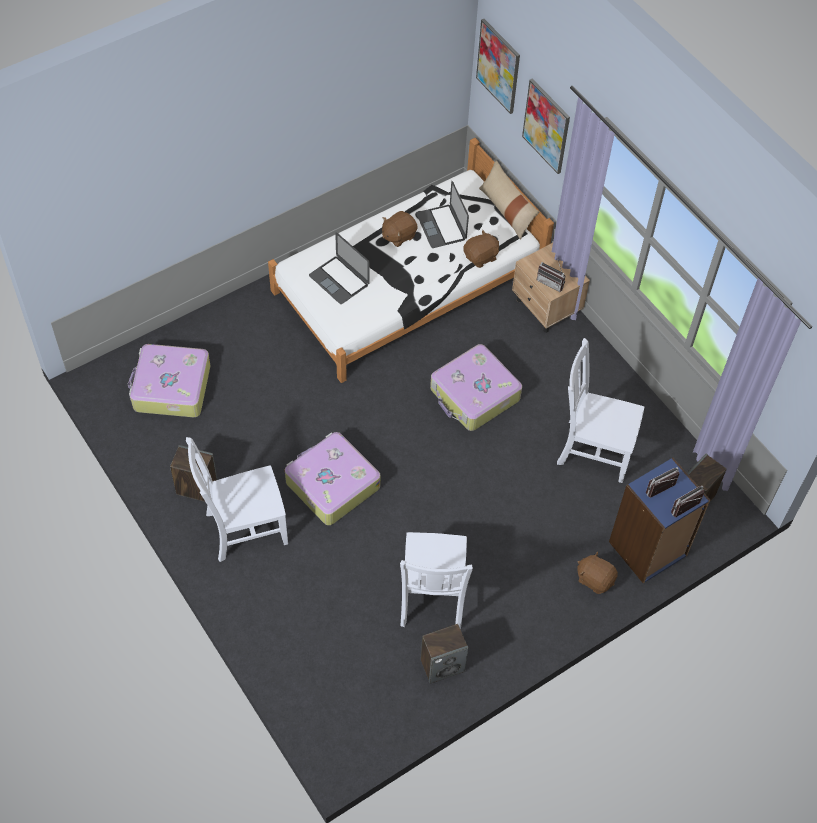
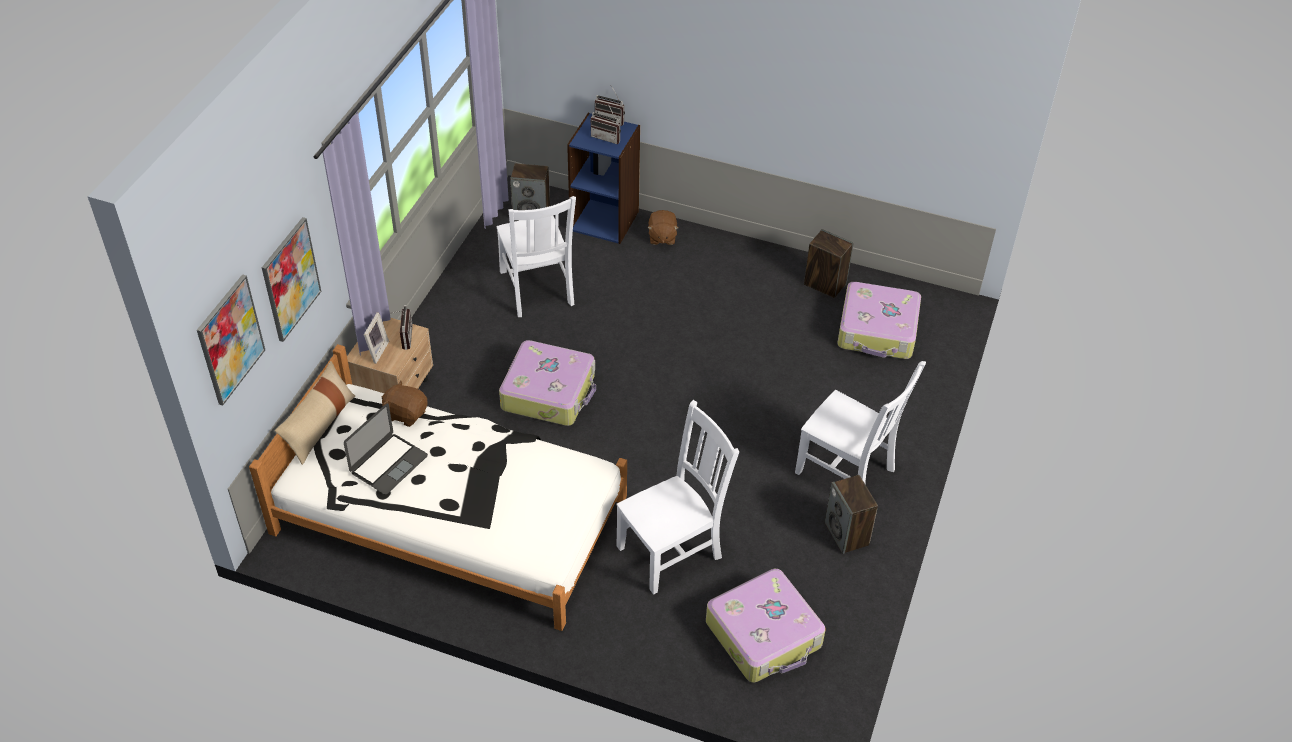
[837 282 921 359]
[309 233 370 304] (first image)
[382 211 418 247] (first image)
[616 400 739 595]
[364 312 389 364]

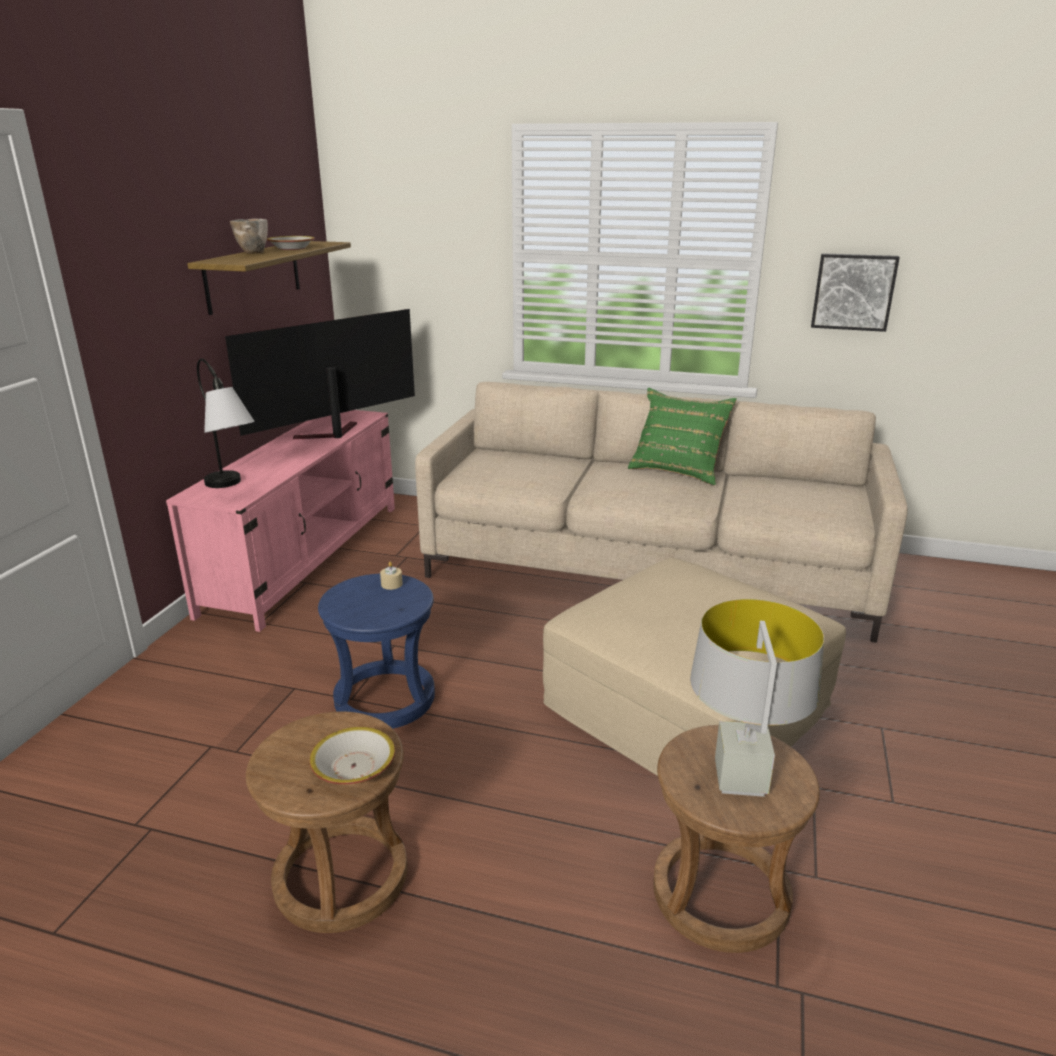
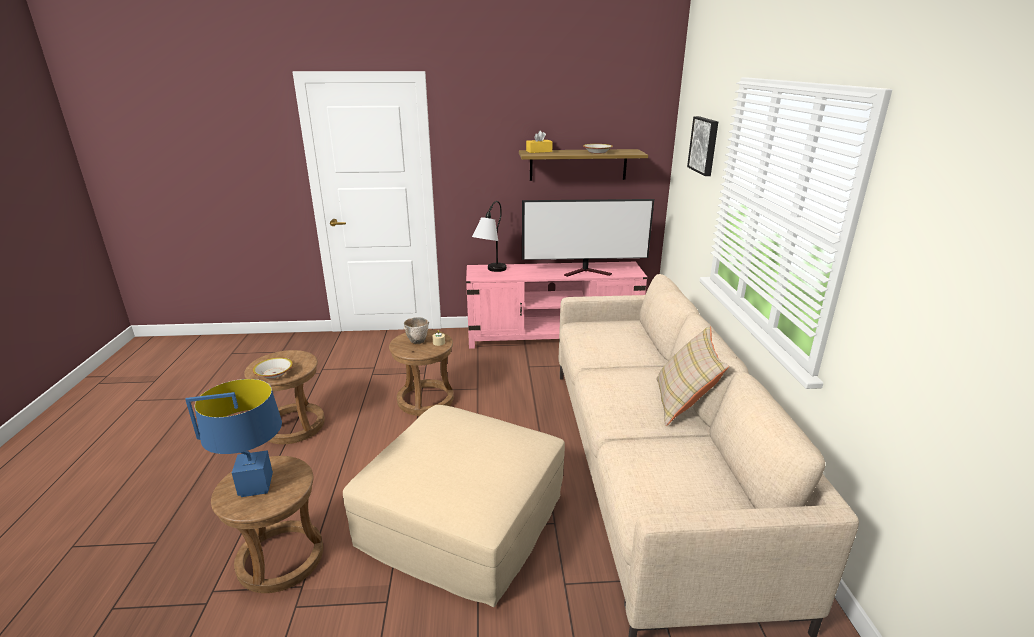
[522 199 654 277]
[403 317 429 344]
[389 330 454 416]
[656 325 729 426]
[185 379 282 497]
[687 116 718 176]
[526 131 553 153]

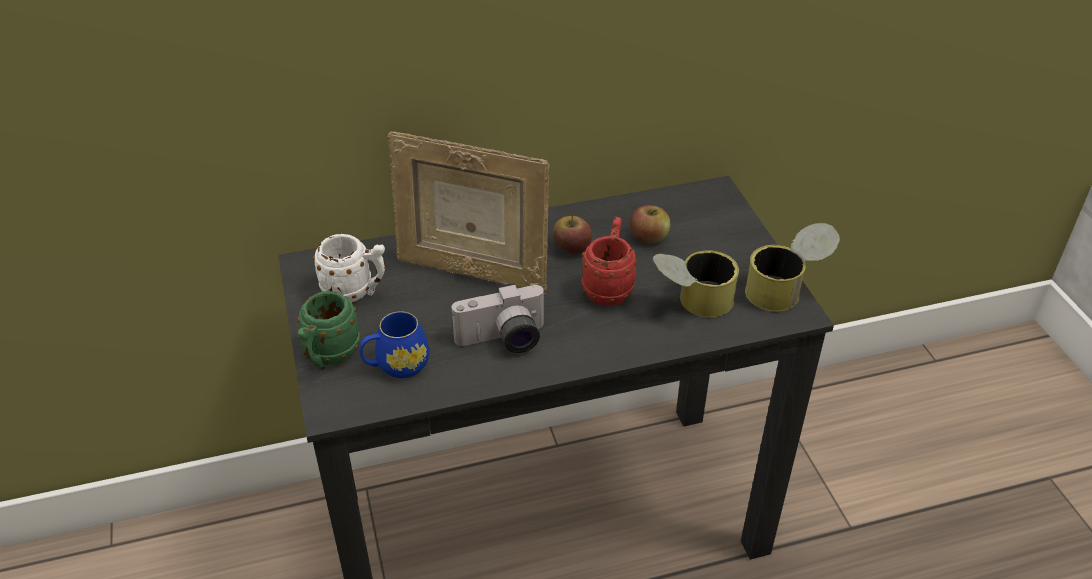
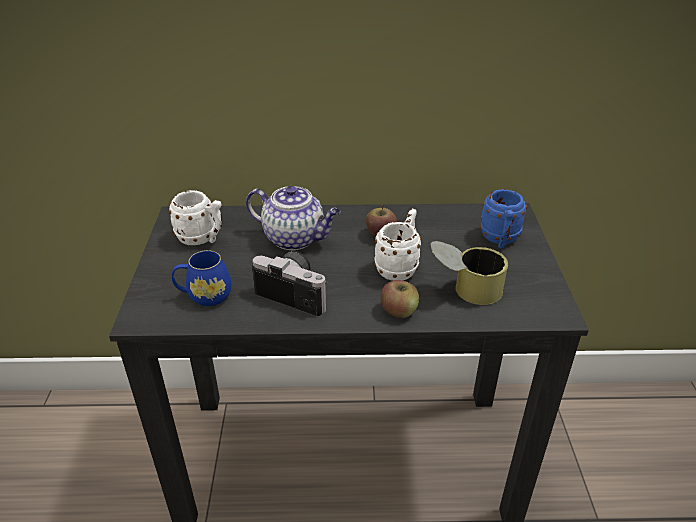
[297 291 360 370] (first image)
[246 186 341 250]
[252 251 327 316]
[374 208 422 281]
[381 280 419 318]
[745 223 840 312] (first image)
[480 189 527 248]

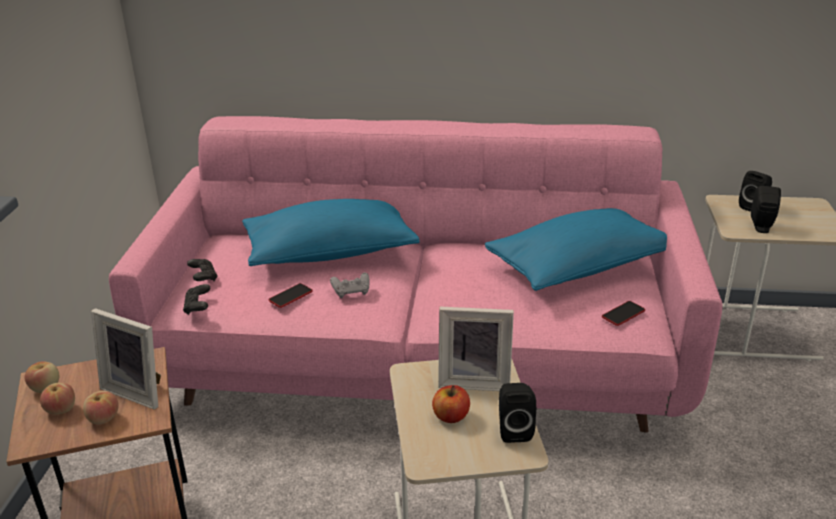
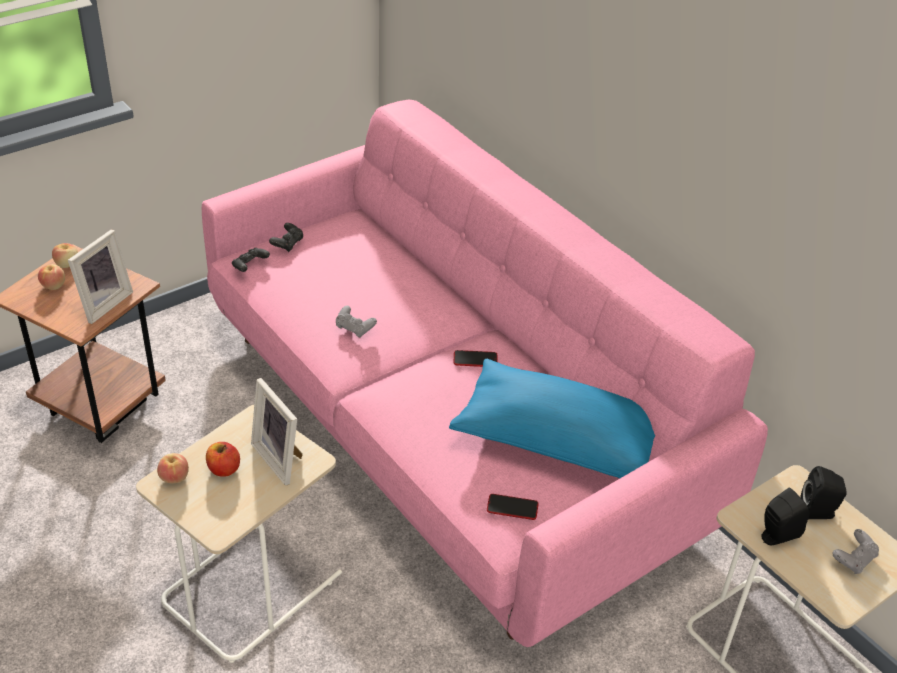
[157 453 189 483]
[68 229 133 324]
[242 199 420 266] (first image)
[454 350 498 367]
[499 383 536 443] (first image)
[833 529 879 574]

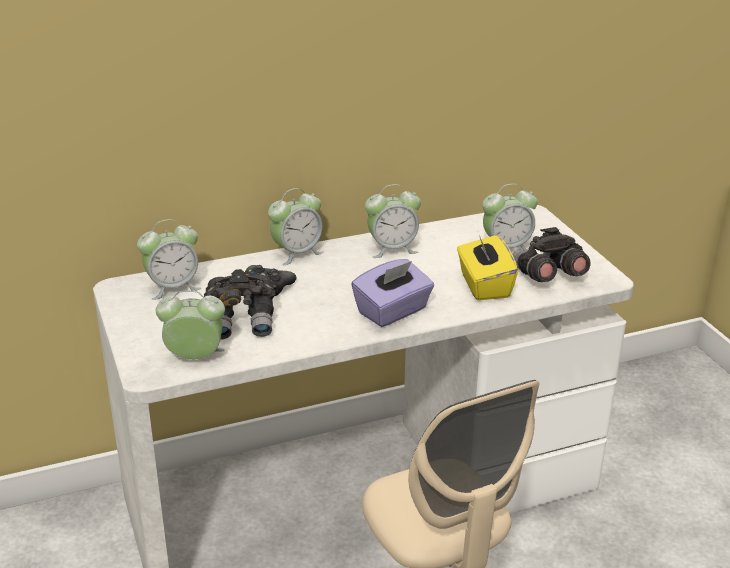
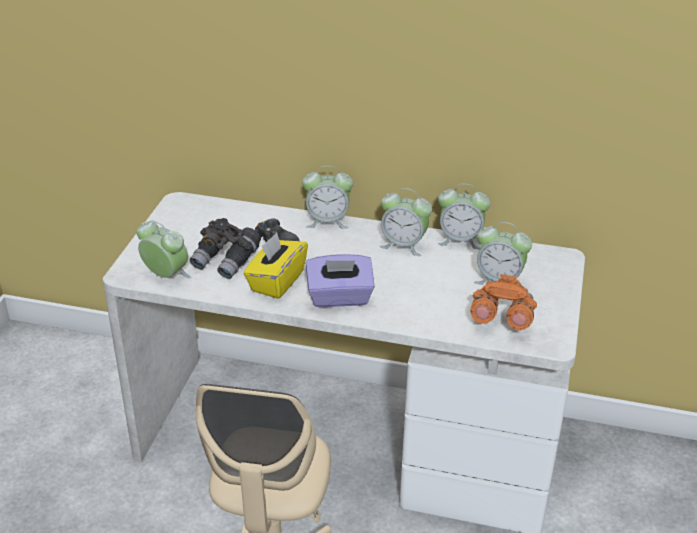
[438 184 491 249]
[244 232 308 299]
[470 274 537 330]

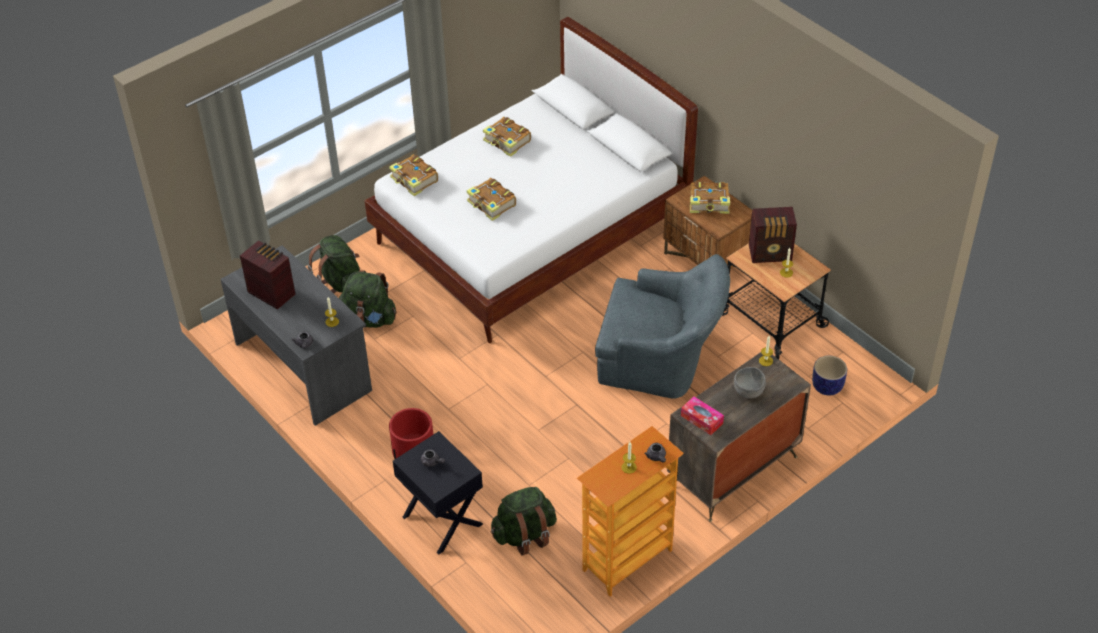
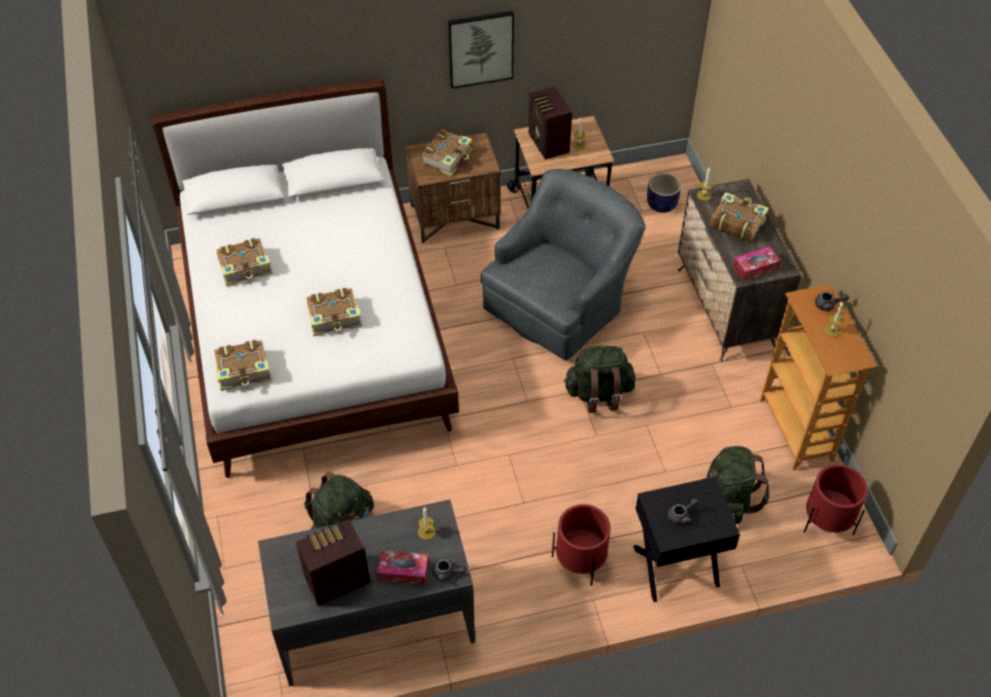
[564 346 636 413]
[710 192 769 241]
[529 86 572 160]
[377 550 429 585]
[448 11 514 89]
[804 464 868 535]

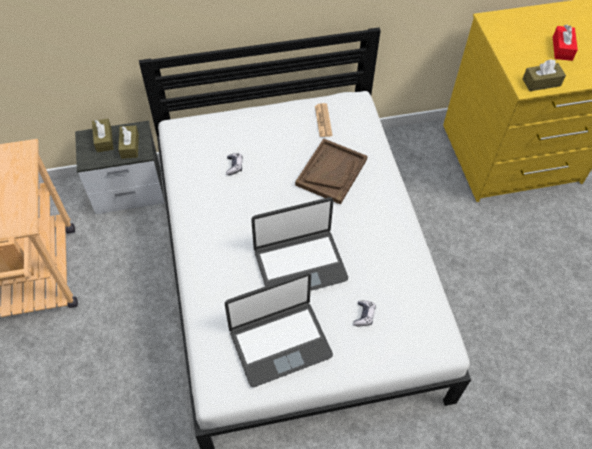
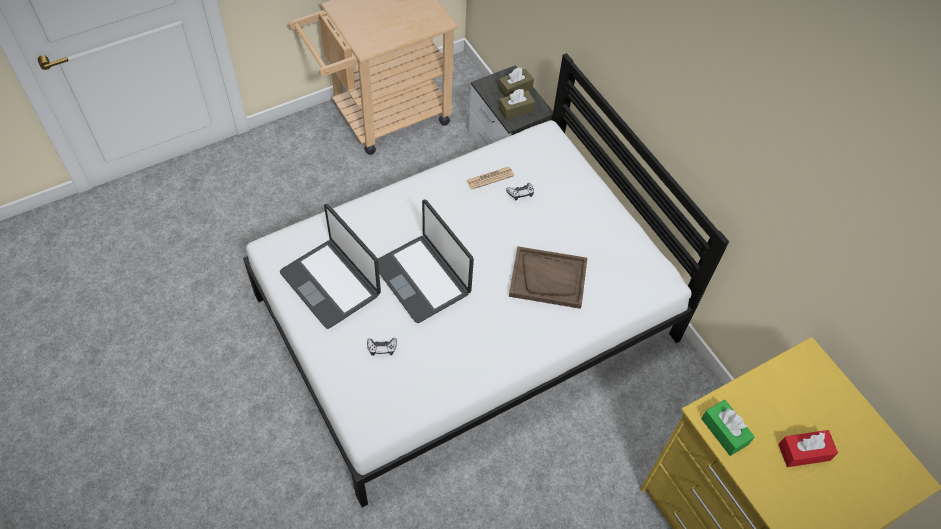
[466 167 514 190]
[701 400 755 456]

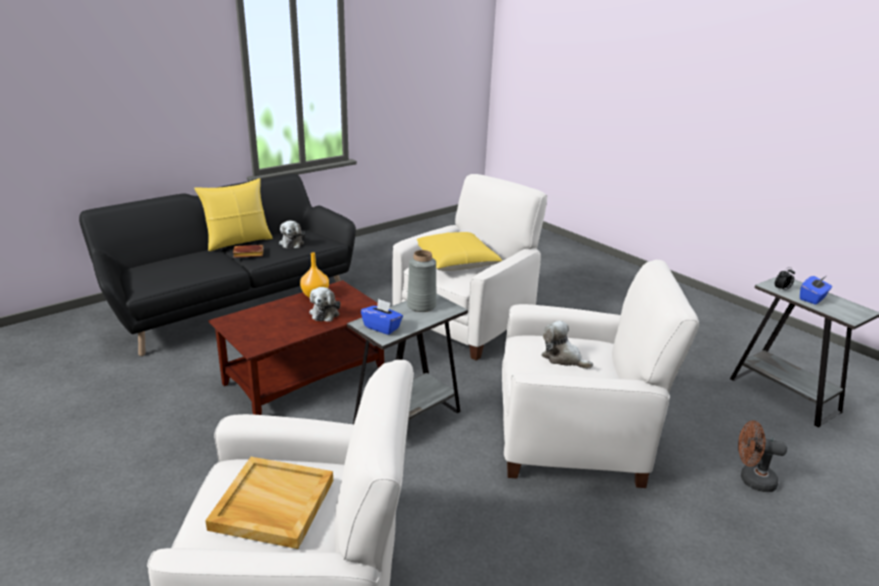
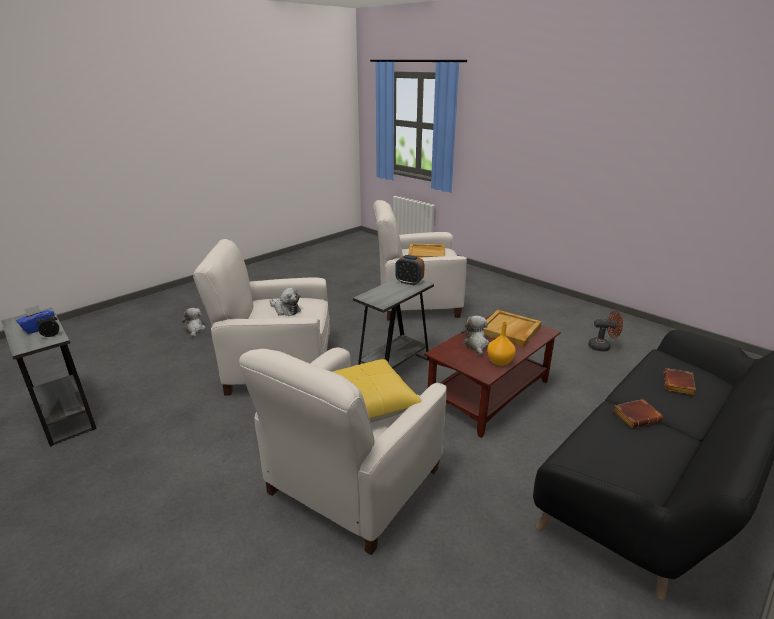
[194 178 273 251] (first image)
[182 308 206 338]
[395 255 425 286]
[407 250 437 312] (first image)
[588 311 623 352]
[483 310 542 347]
[664 368 696 395]

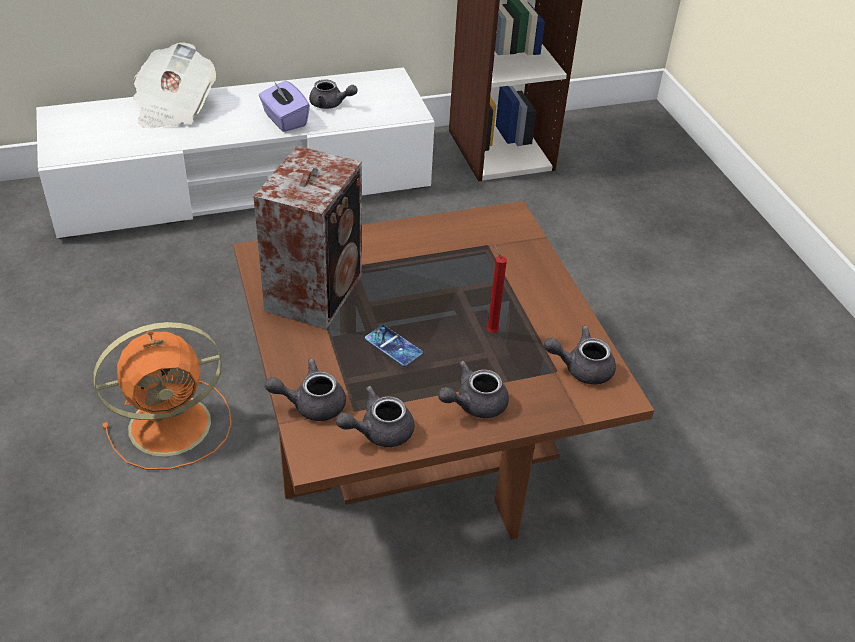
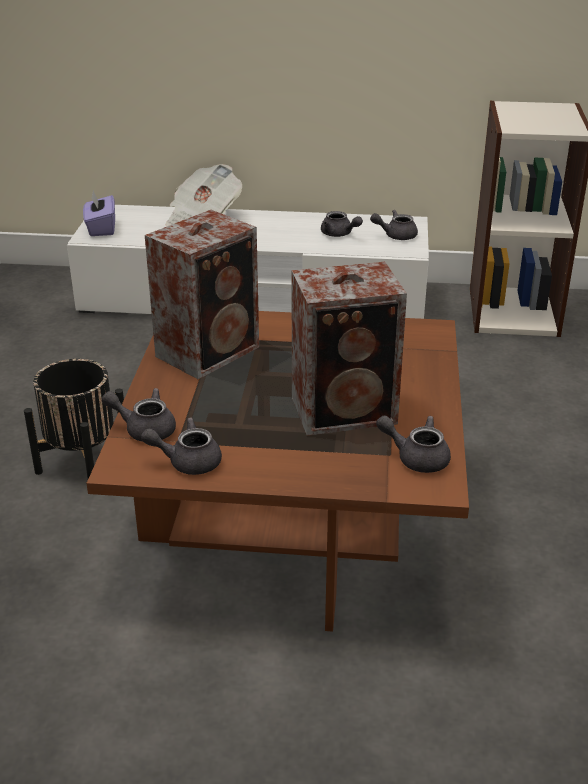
[24 359 124 479]
[83 190 115 236]
[365 325 423 366] (first image)
[370 210 418 240]
[292 262 407 436]

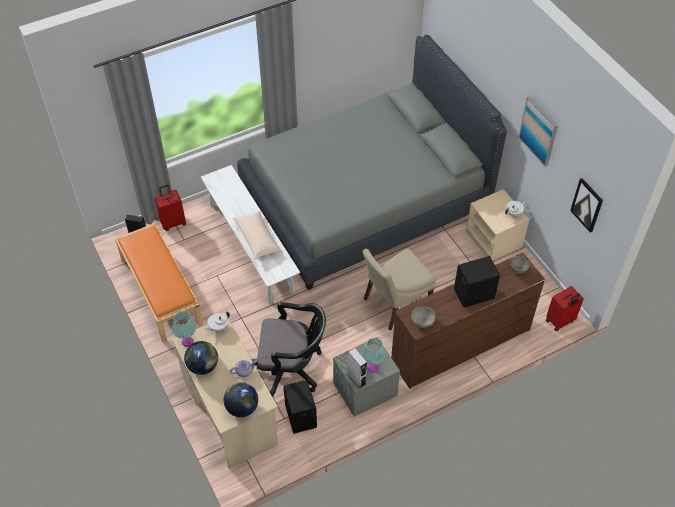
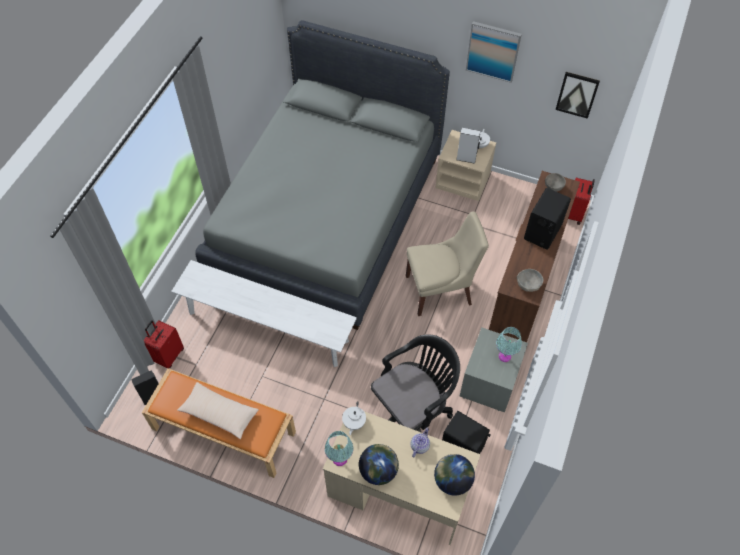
[177 382 259 439]
[456 128 480 164]
[406 211 489 316]

